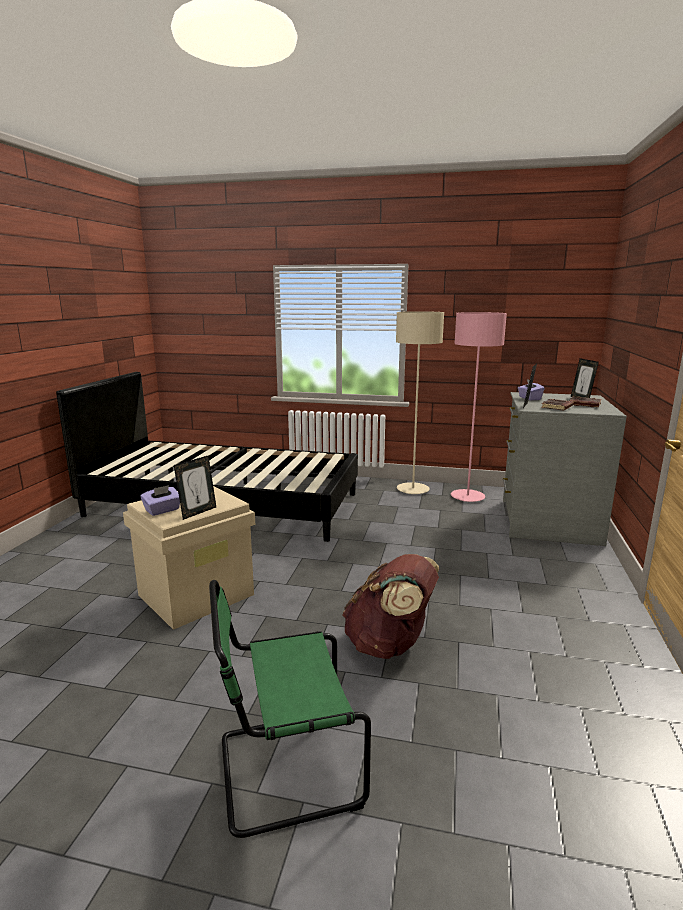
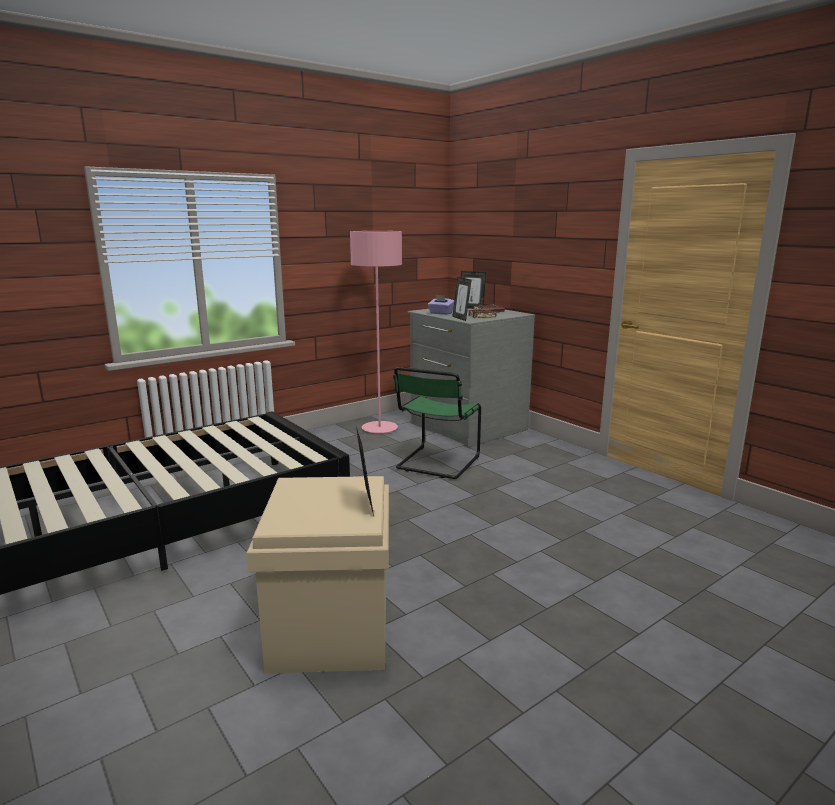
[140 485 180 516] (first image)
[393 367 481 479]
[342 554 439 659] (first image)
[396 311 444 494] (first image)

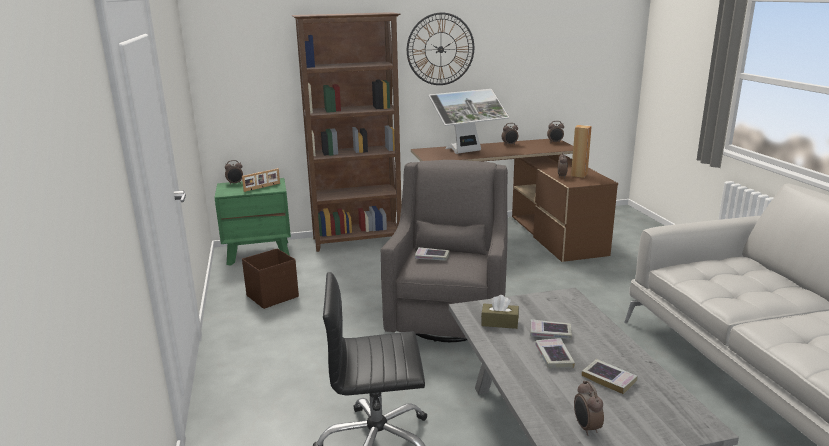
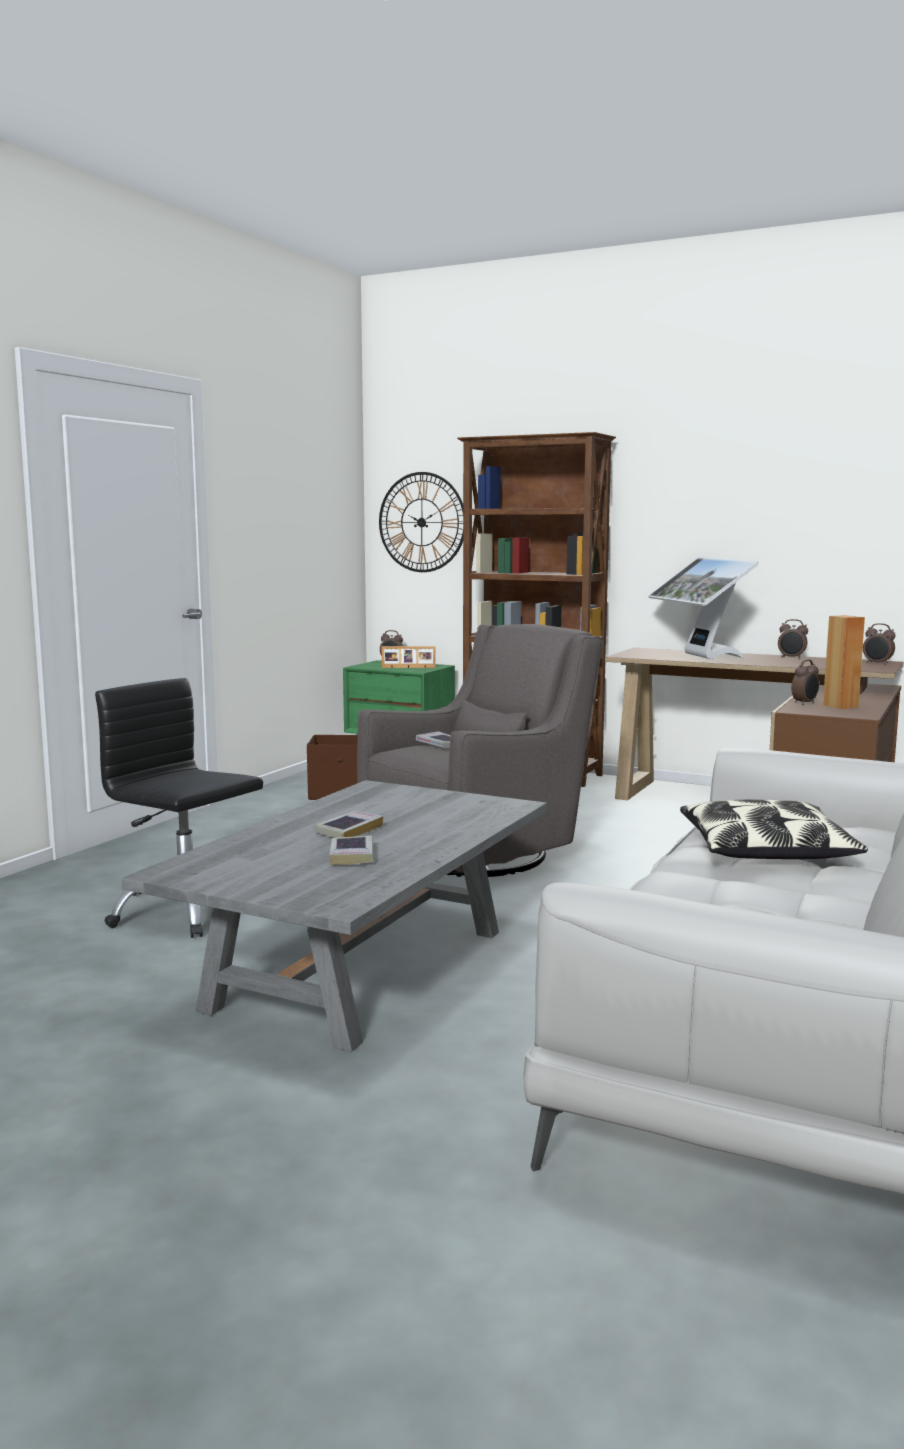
[379 472 463 572]
[648 558 759 659]
[481 295 519 329] (first image)
[530 319 572 339] (first image)
[574 381 604 436] (first image)
[680 800 868 859]

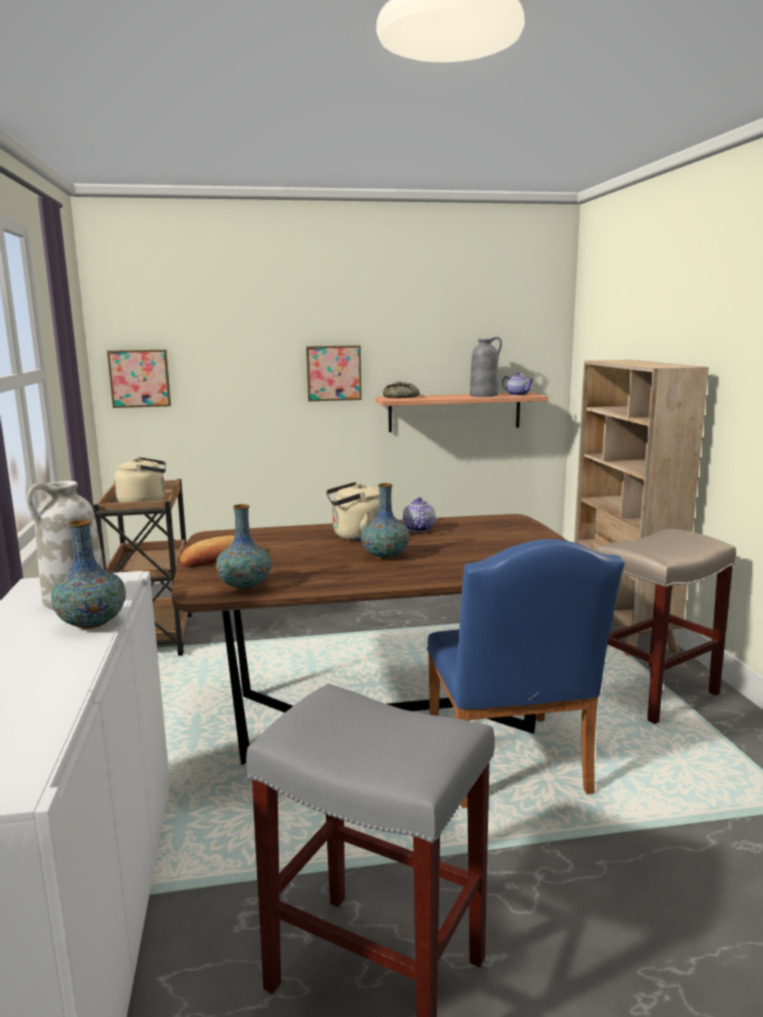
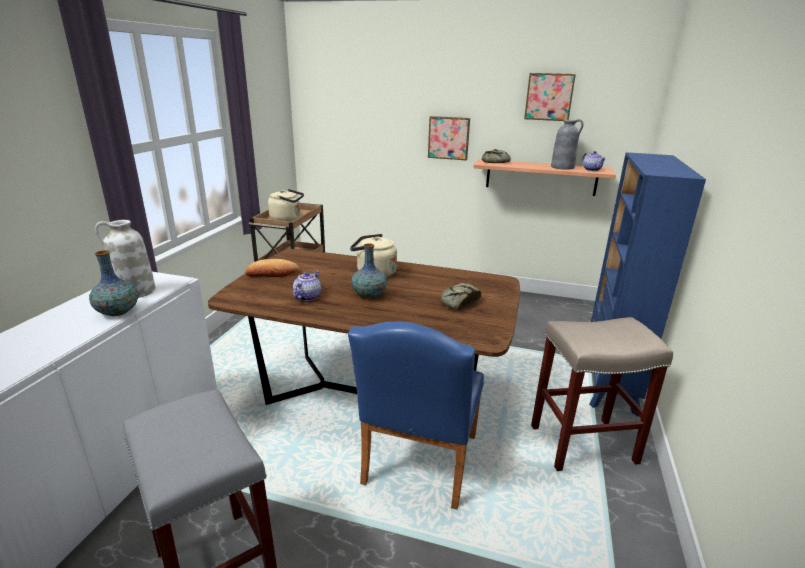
[524 73 576 121]
[216 504 271 590] (first image)
[293 271 321 301]
[589 152 706 416]
[440 283 481 310]

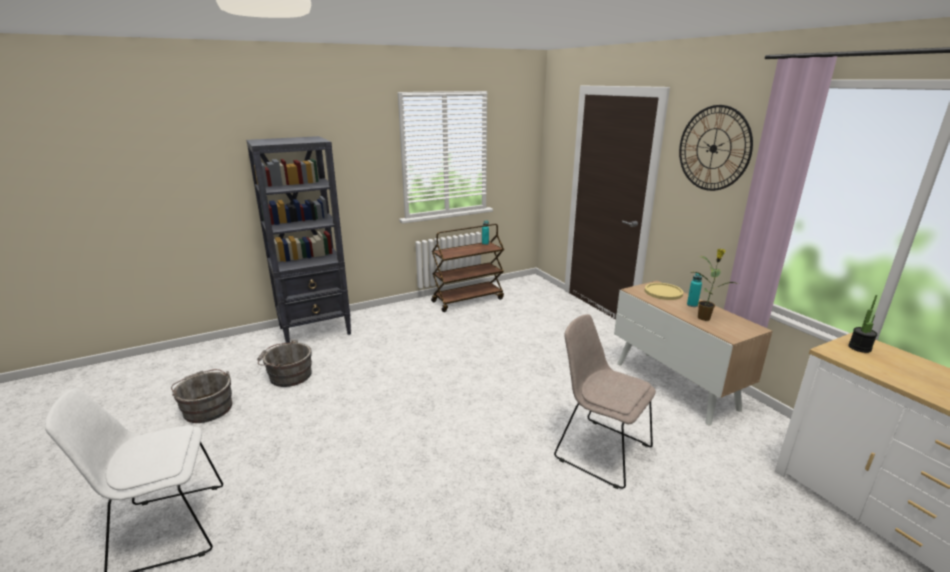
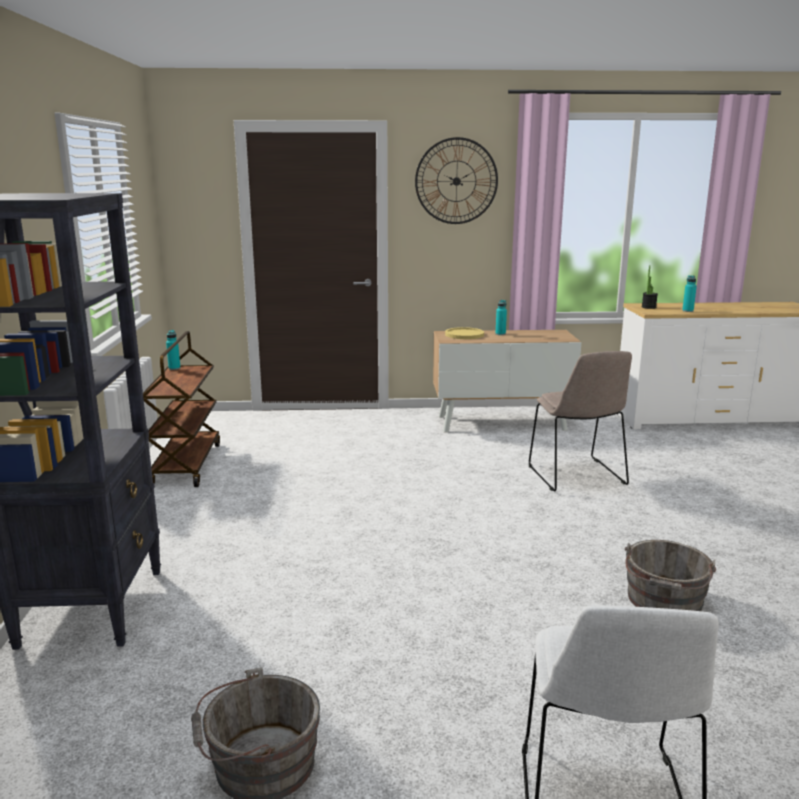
[625 540 716 611]
[529 351 632 491]
[693 249 739 321] (first image)
[682 276 697 312]

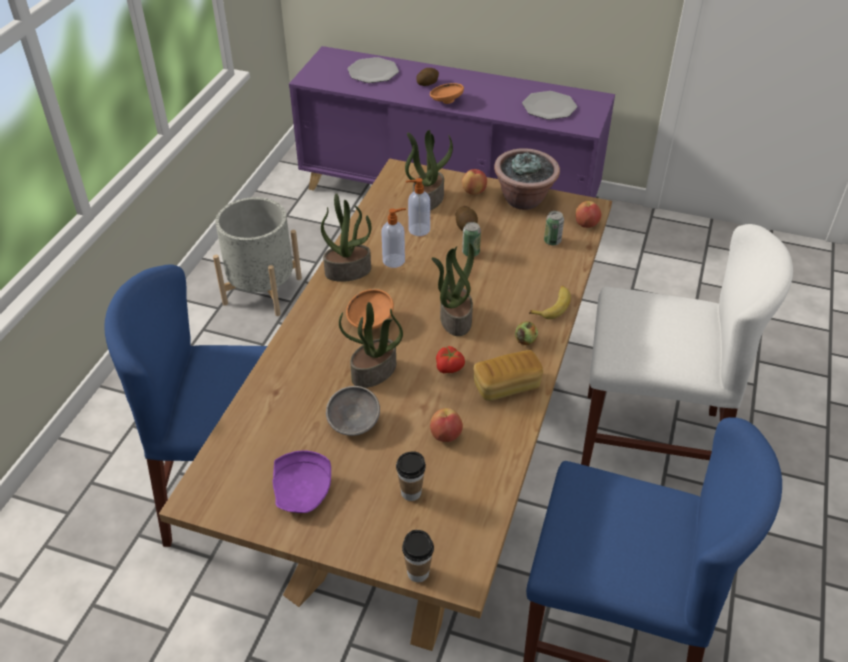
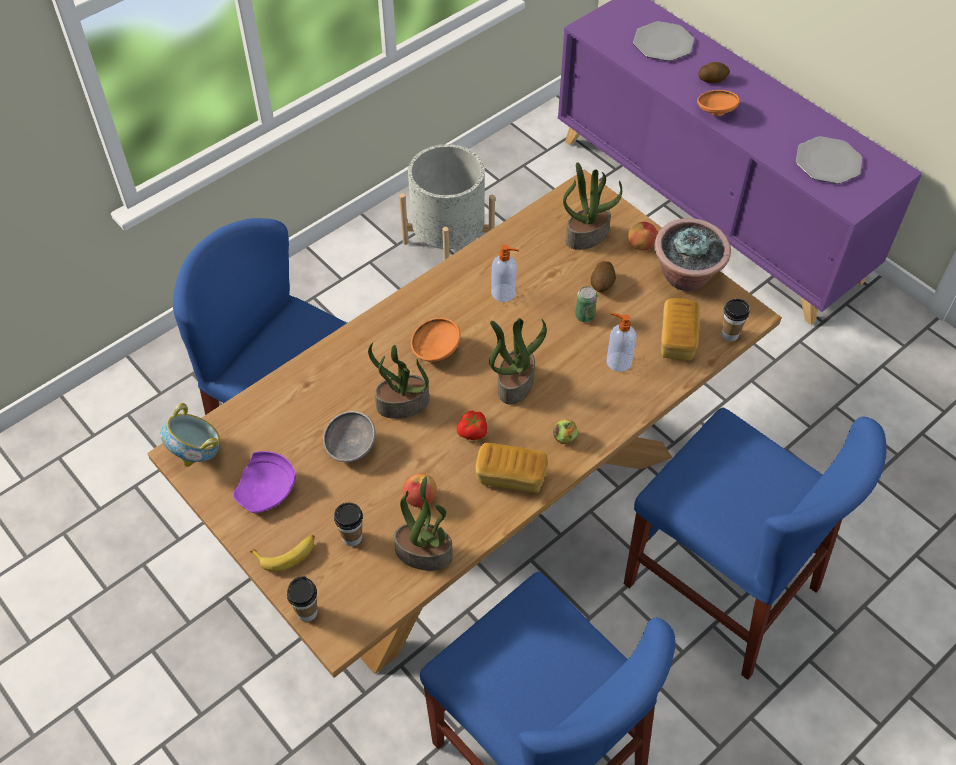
[394 476 453 571]
[606 313 636 372]
[250 535 315 572]
[661 298 700 361]
[721 299 750 341]
[624 408 886 680]
[160 403 220 467]

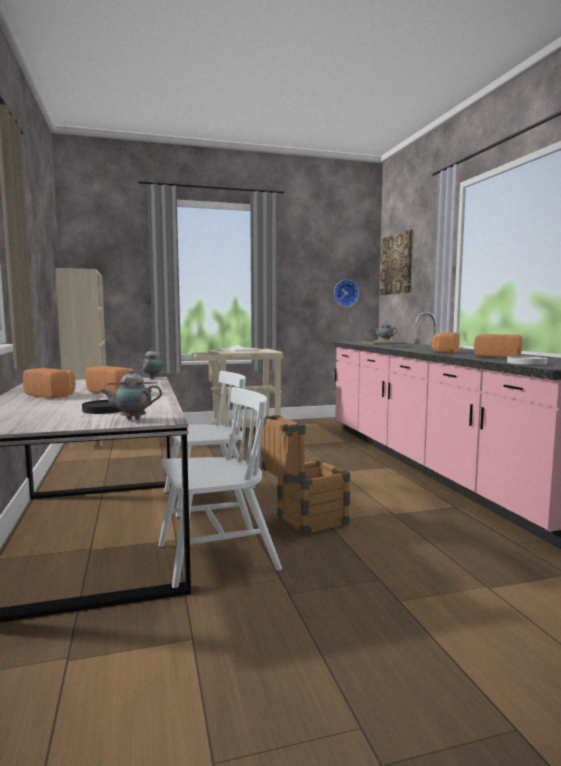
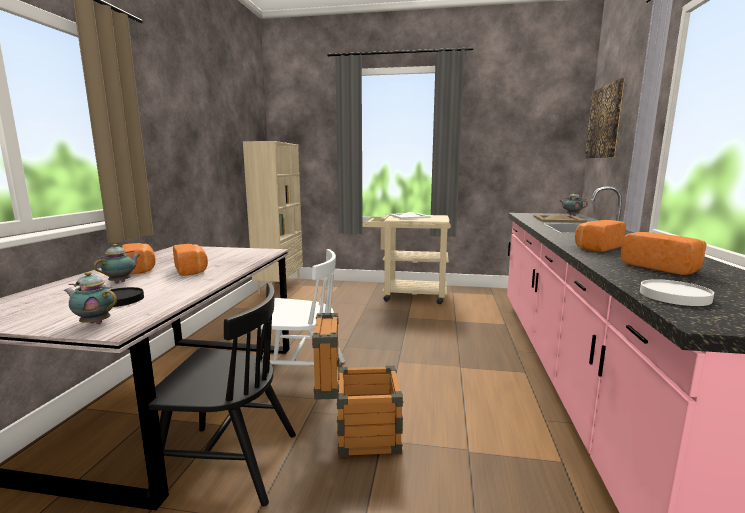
[94 244 140 283]
[146 283 296 506]
[334 280 359 307] (first image)

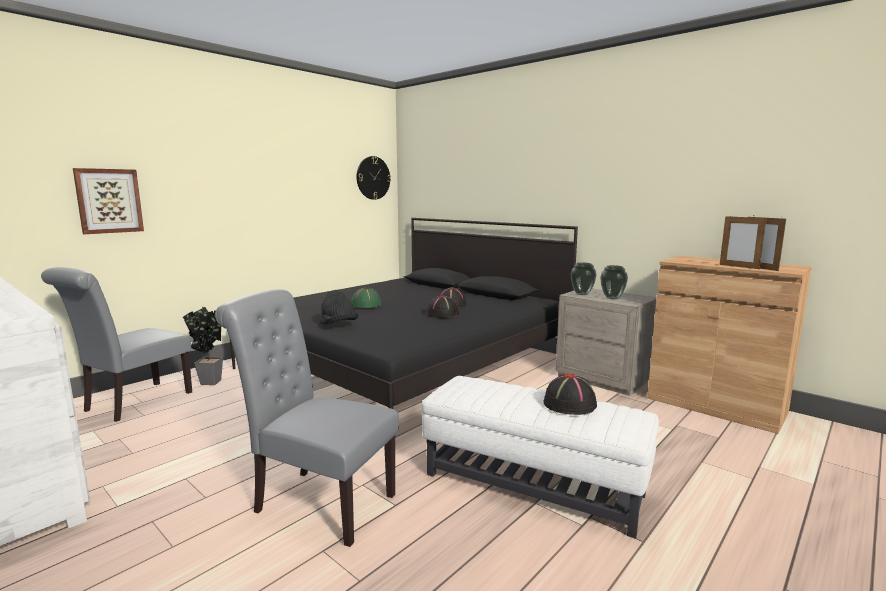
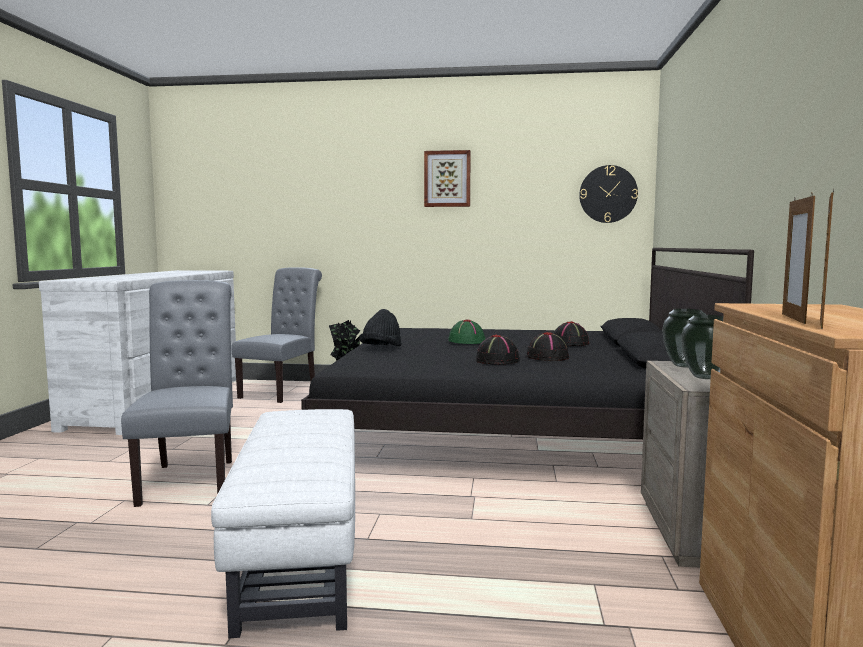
[231 267 322 403]
[424 150 471 207]
[553 321 589 346]

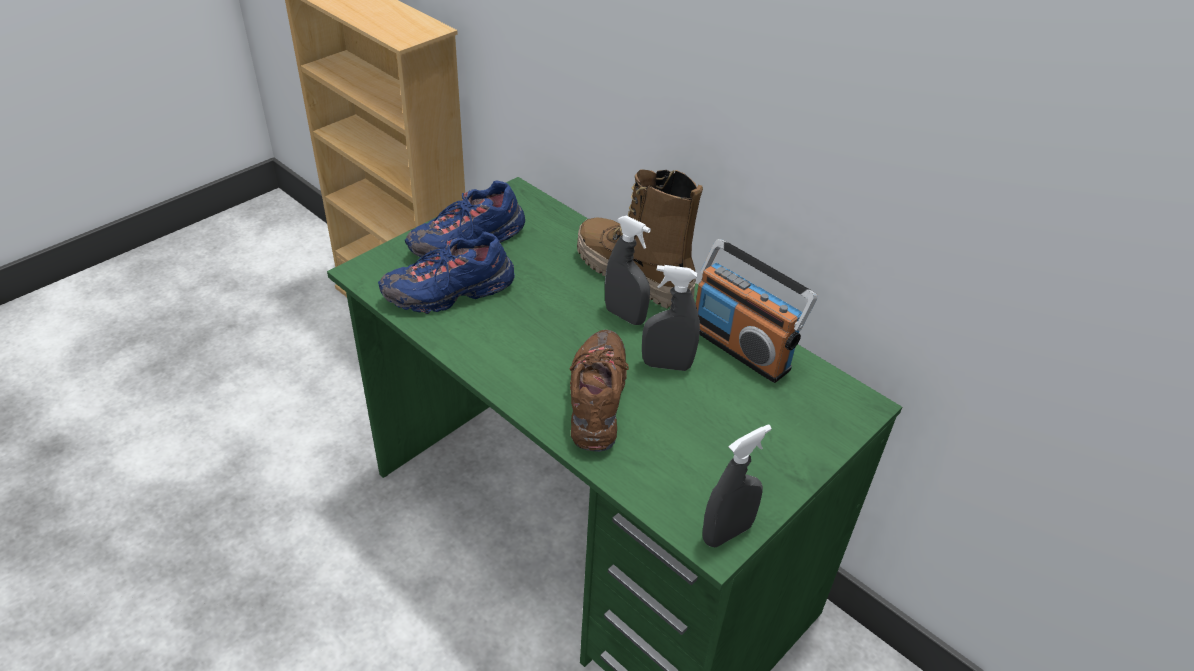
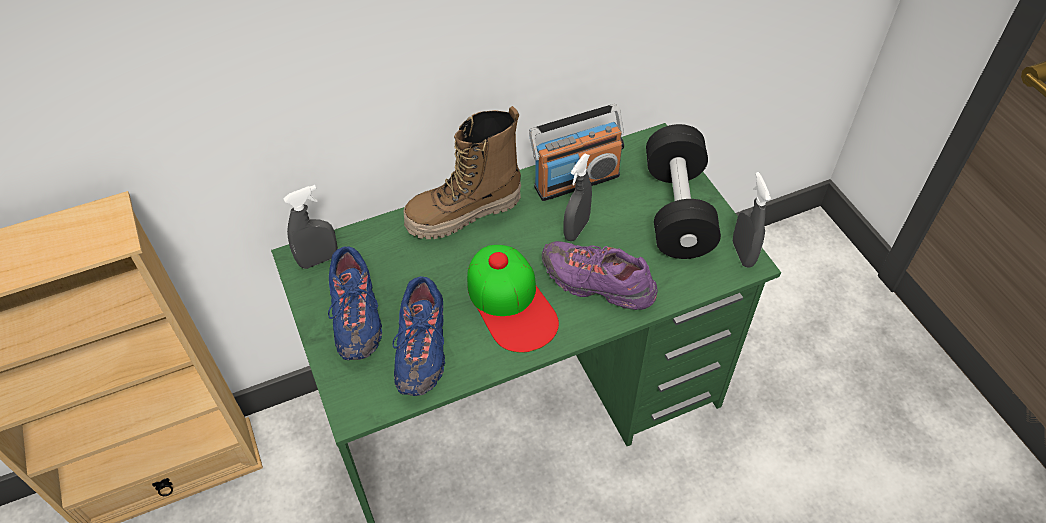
[542 241 658 310]
[283 185 338 269]
[467 245 559 353]
[646 124 721 259]

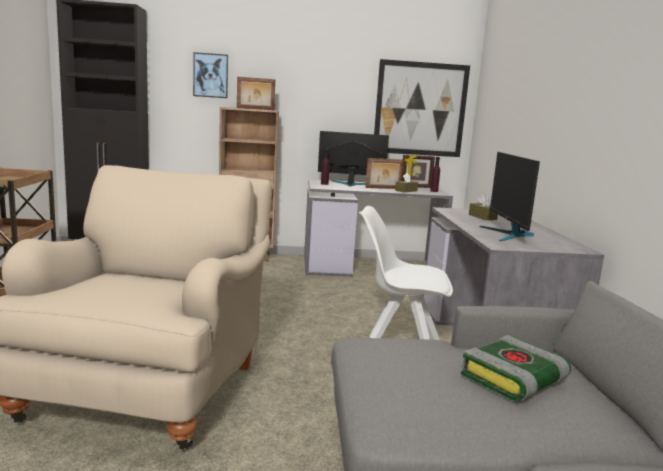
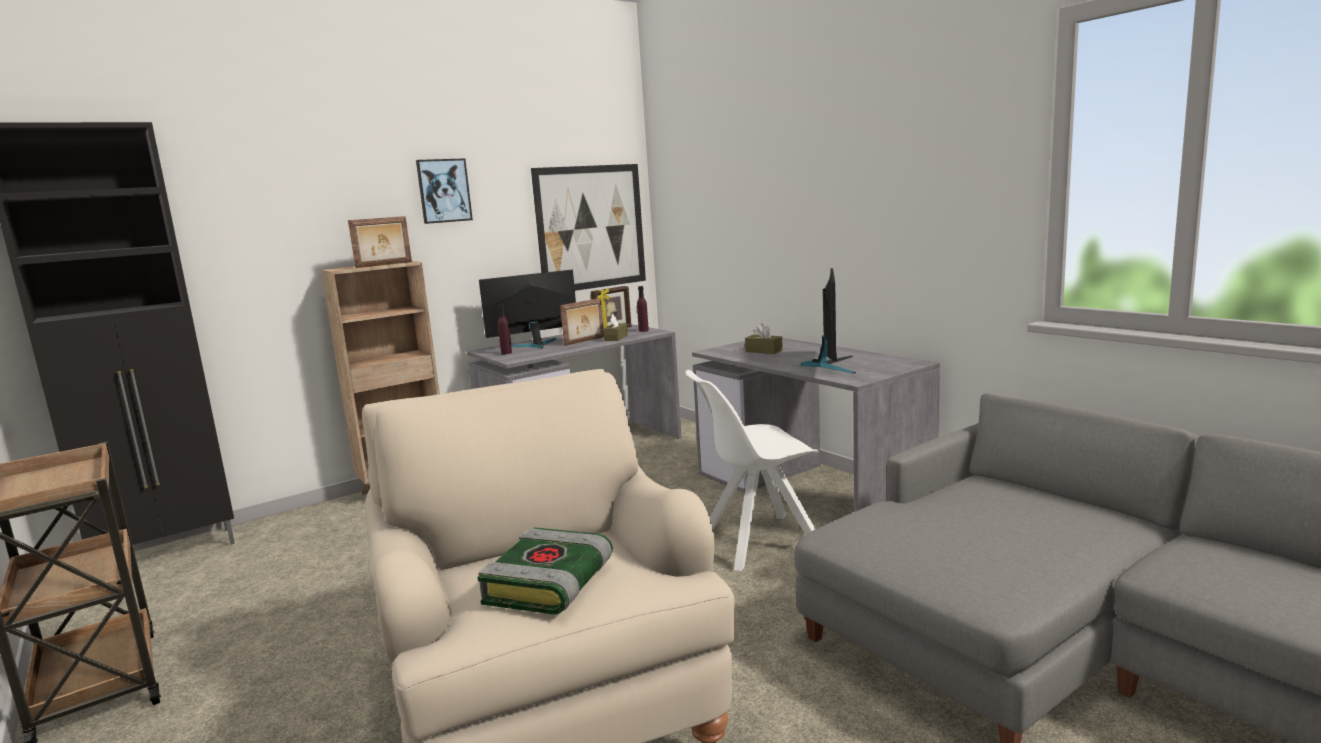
[416 158 473 224]
[478 527 613 614]
[801 268 856 373]

